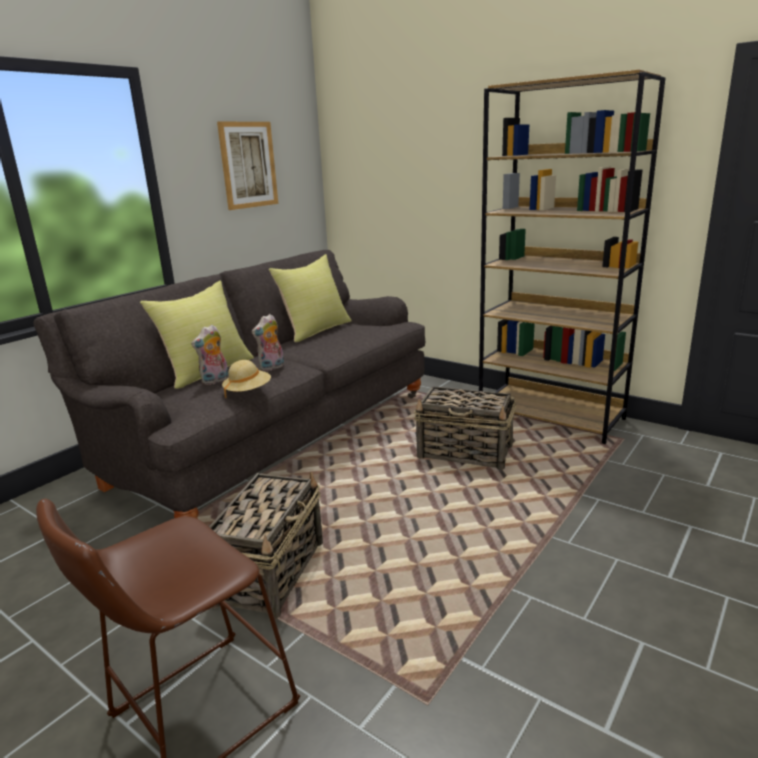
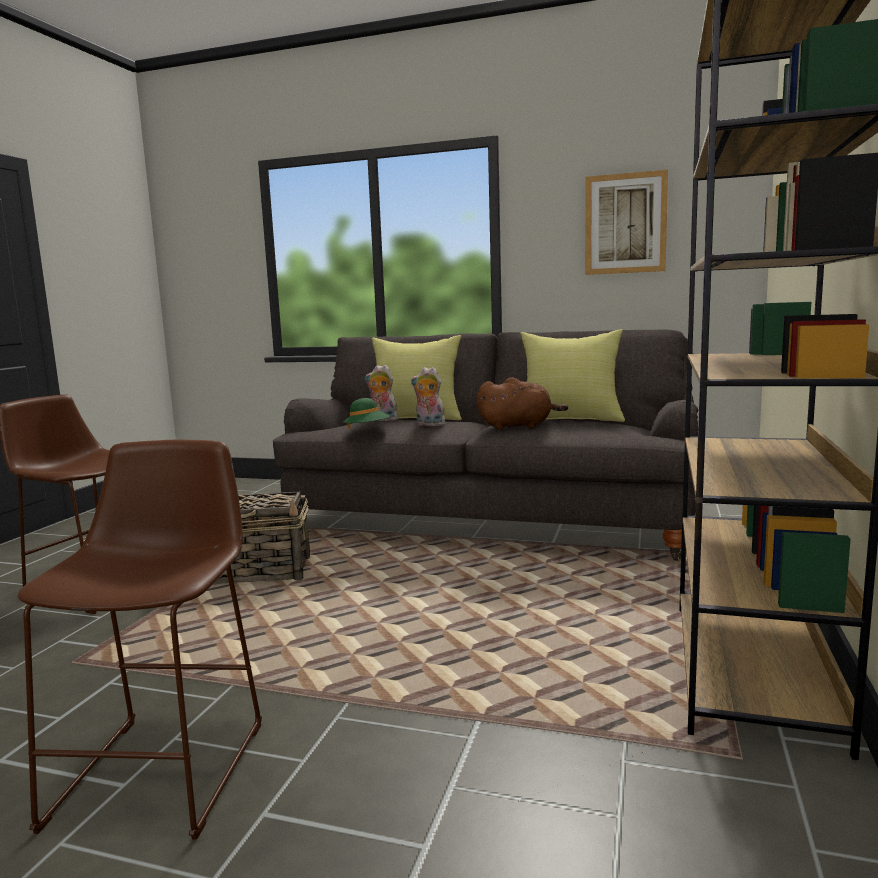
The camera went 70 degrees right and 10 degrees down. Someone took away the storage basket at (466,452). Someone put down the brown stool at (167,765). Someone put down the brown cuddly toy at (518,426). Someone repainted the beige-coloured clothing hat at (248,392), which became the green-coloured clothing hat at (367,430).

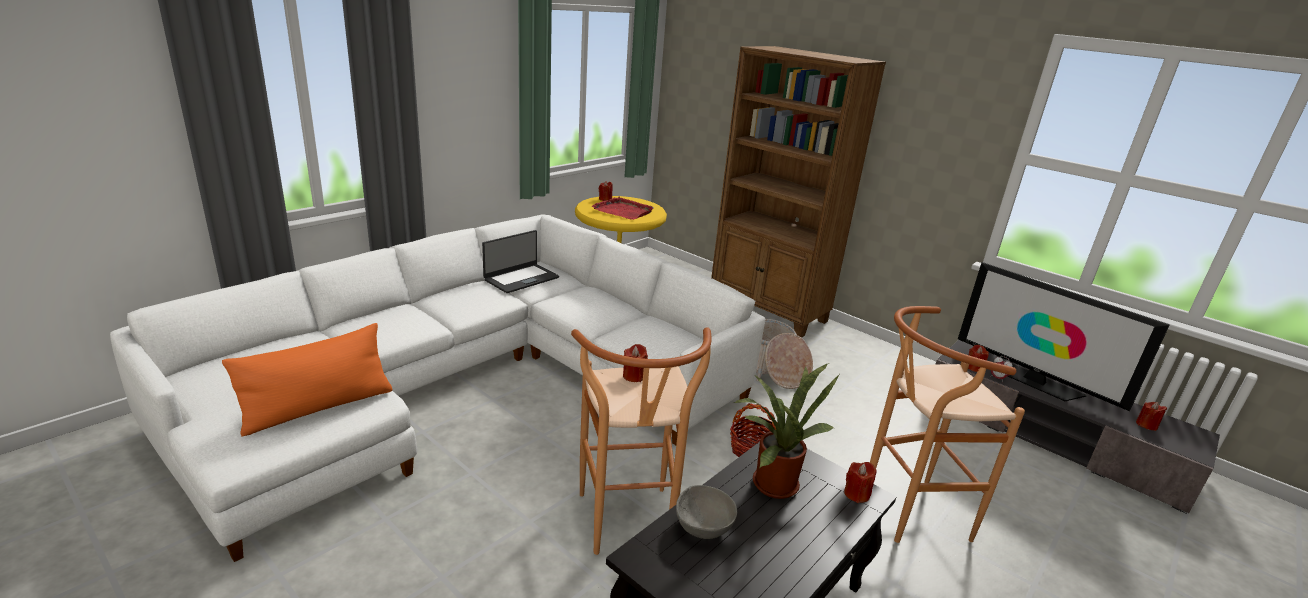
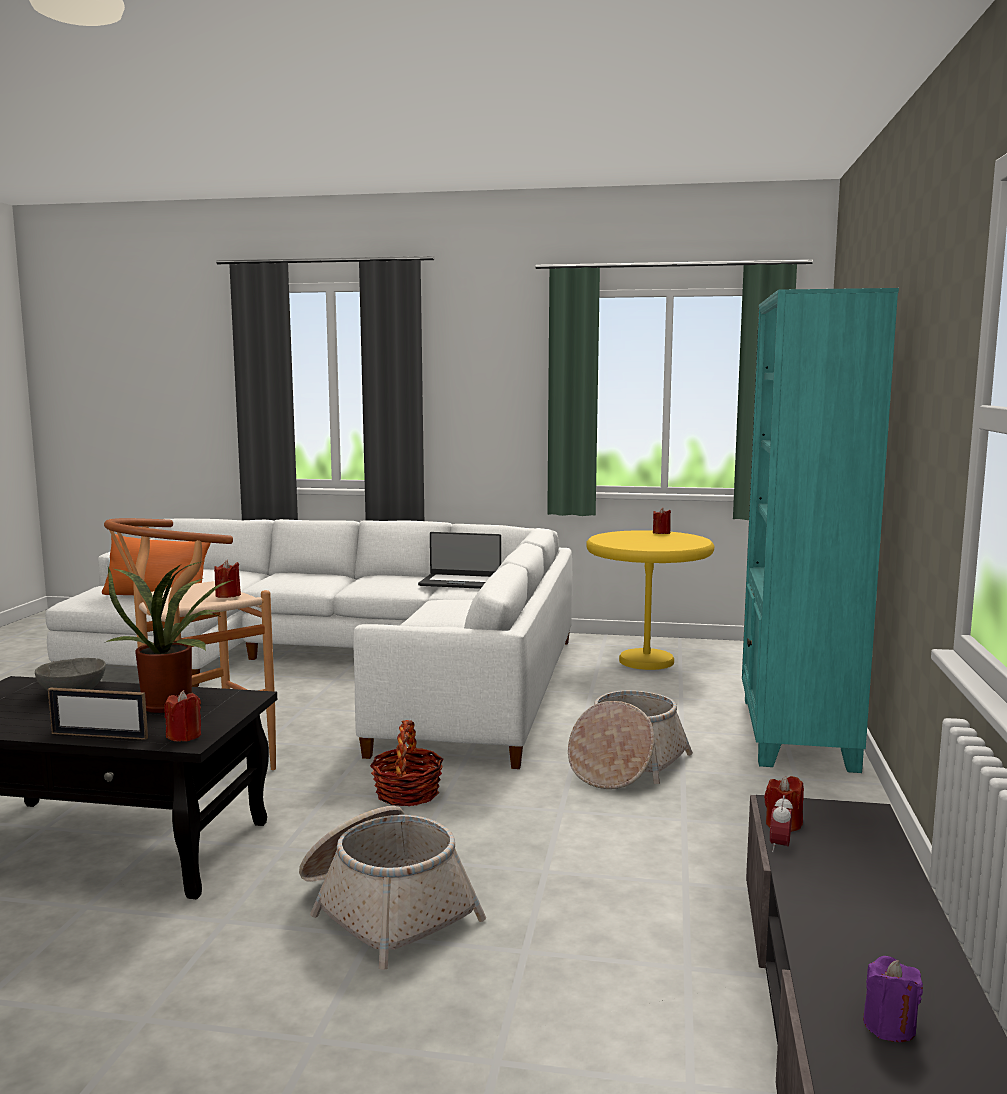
The camera went 60 degrees right and 15 degrees down. Someone took away the red carrying tray at (623,211). Someone took away the television at (1034,381). Someone put down the photo frame at (99,735). Someone swapped the brown stool at (904,514) for the storage basket at (384,908). Someone repainted the brown shelving unit at (768,311), which became the turquoise shelving unit at (795,733). Someone repainted the red candle at (1146,425), which became the purplish candle at (889,1026).

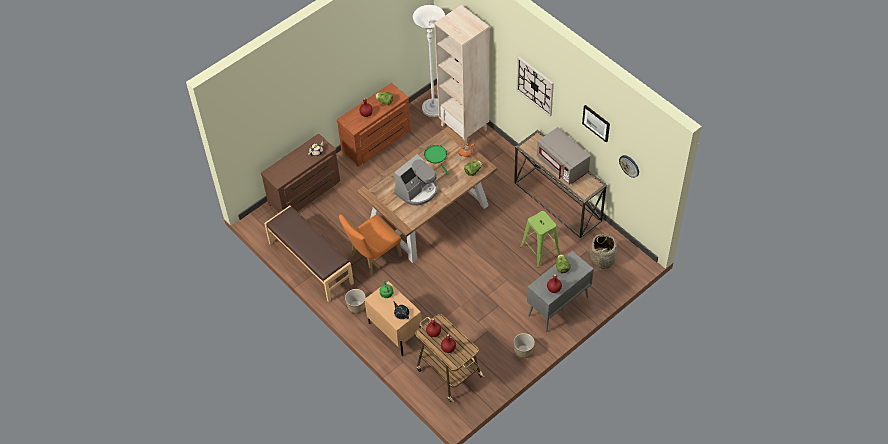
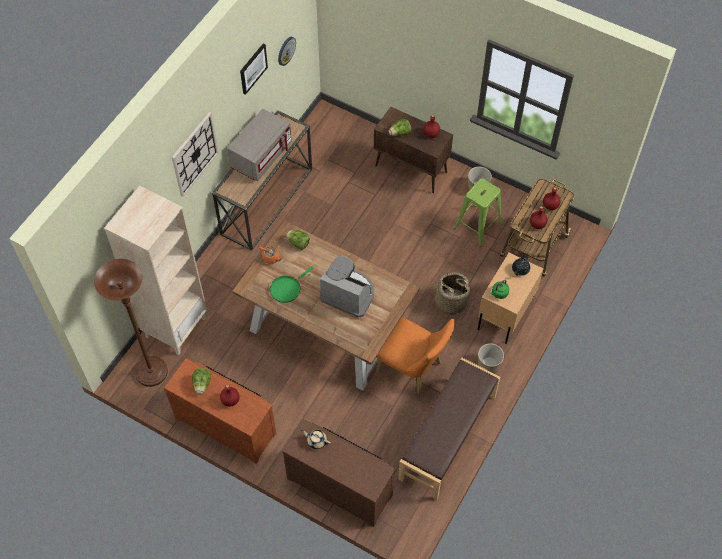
The camera went 110 degrees left and 5 degrees up. Someone carried the green-coloured stool from (540,250) to (477,226). Someone carried the storage basket from (602,258) to (450,302). Someone repainted the white floor lamp at (433,109), which became the brown floor lamp at (151,372). Someone repainted the gray storage cabinet at (557,307), which became the brown storage cabinet at (411,169).

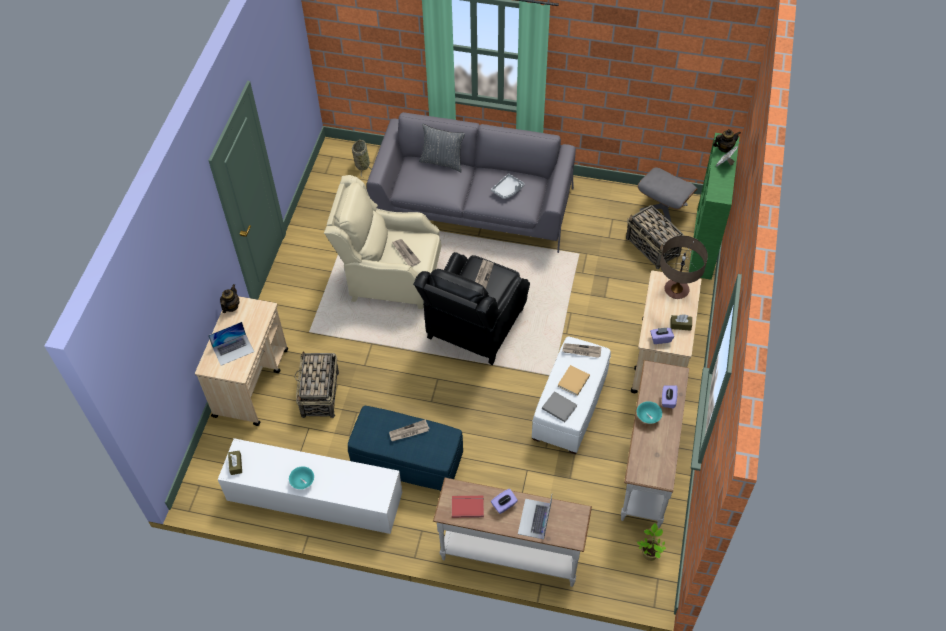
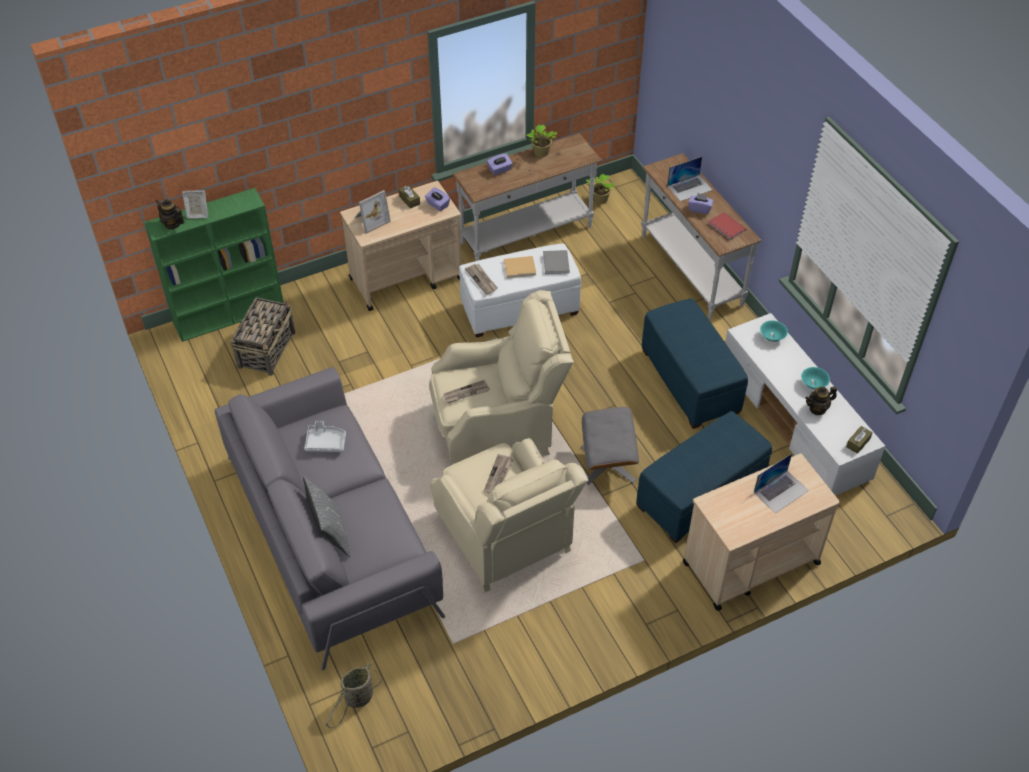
The camera went 130 degrees left and 5 degrees down. Someone took away the daily paper at (409,432). Someone put down the houseplant at (540,153). Someone carried the tea pot from (231,306) to (817,409). Someone carried the turquoise deep dish from (648,417) to (772,337). Someone carried the gray ottoman from (663,207) to (608,463). Someone swapped the storage basket at (320,395) for the blue-coloured ottoman at (700,494). Someone swapped the lamp for a table at (676,290) for the photo frame at (370,220). Someone repainted the black lounge chair at (474,326), which became the beige-coloured lounge chair at (498,427). Someone rotated the notebook computer at (233,349) by 120 degrees clockwise.

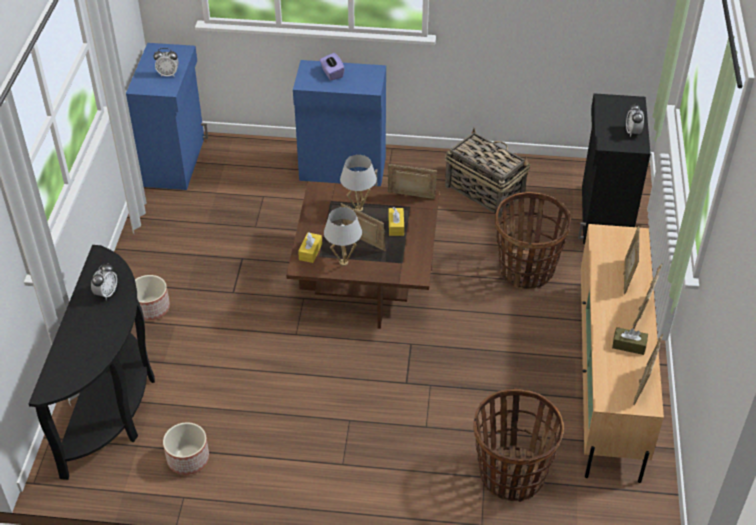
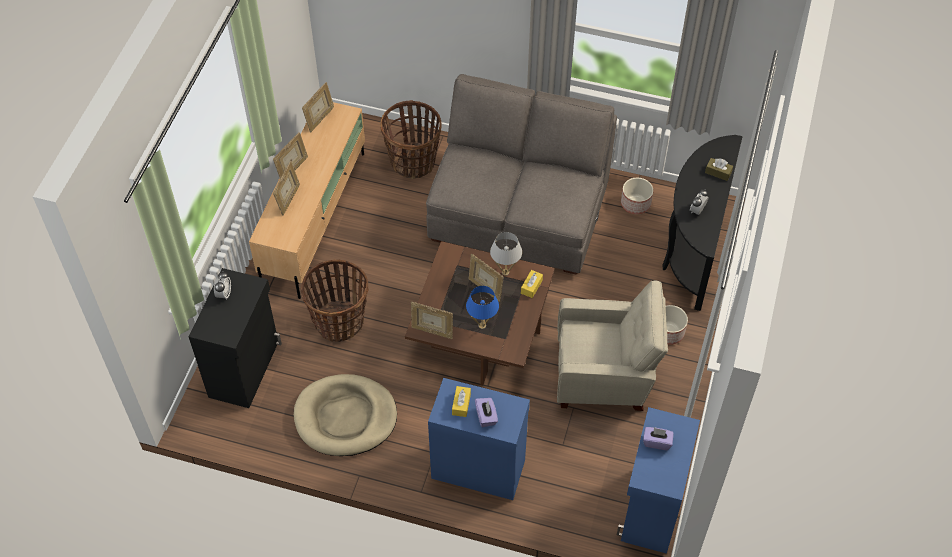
The camera went 170 degrees left and 10 degrees up. Someone put down the gray sofa at (518,214). Someone put down the beige-coloured lounge chair at (605,376). Someone carried the yellowish box of tissues from (396,226) to (461,404). Someone carried the brown box of tissues from (629,345) to (718,172). Someone swapped the table clock at (168,74) for the purplish box of tissues at (657,442). Someone swapped the storage basket at (483,191) for the beige-coloured pet bed at (345,417). Someone repainted the white lamp for a table at (359,209), which became the blue-coloured lamp for a table at (482,325).

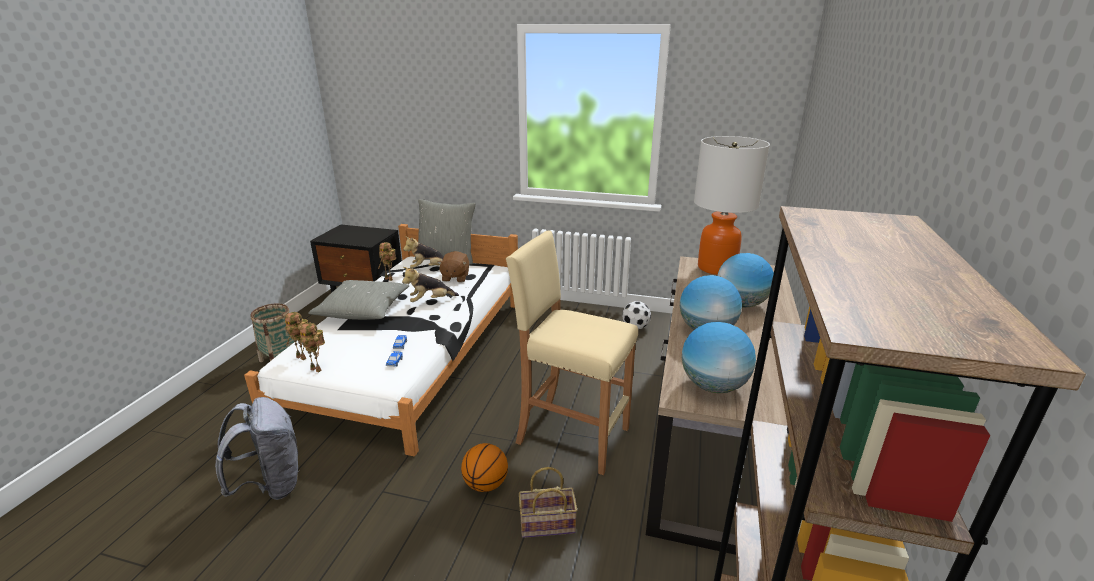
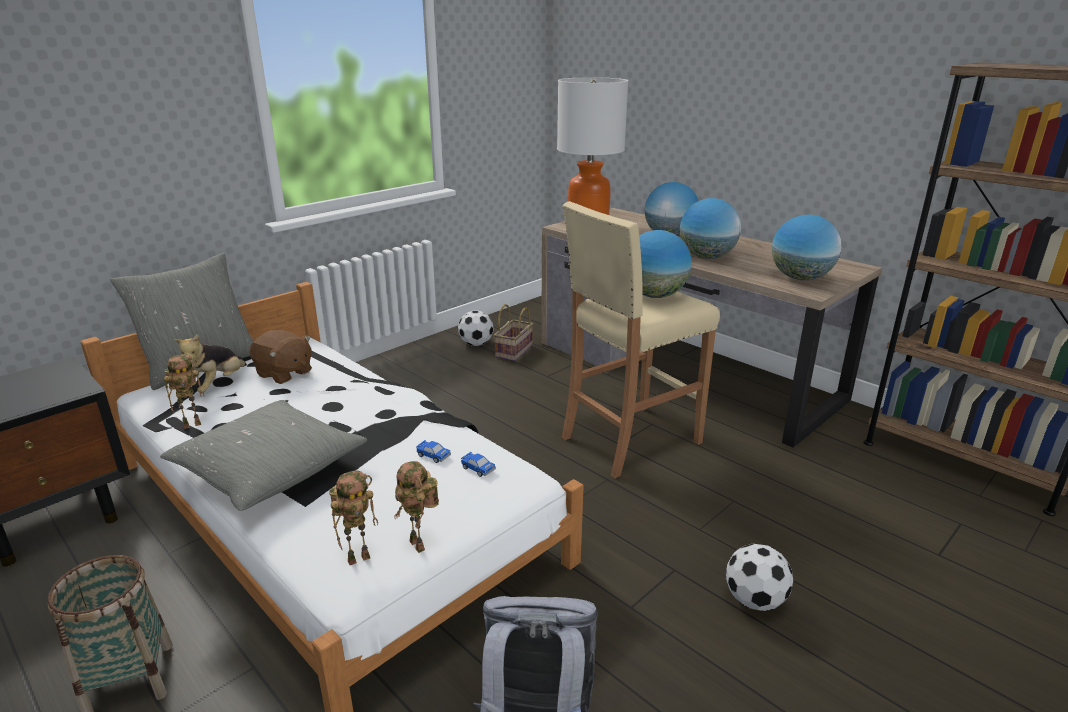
The camera went 60 degrees left and 0 degrees up. Someone took away the cuddly toy at (430,301). Someone took away the basketball ball at (485,484). Someone put down the globe at (654,295). Someone put down the football ball at (754,600). Someone carried the storage basket from (546,525) to (514,352). Someone rotated the model robot at (317,369) by 90 degrees clockwise.

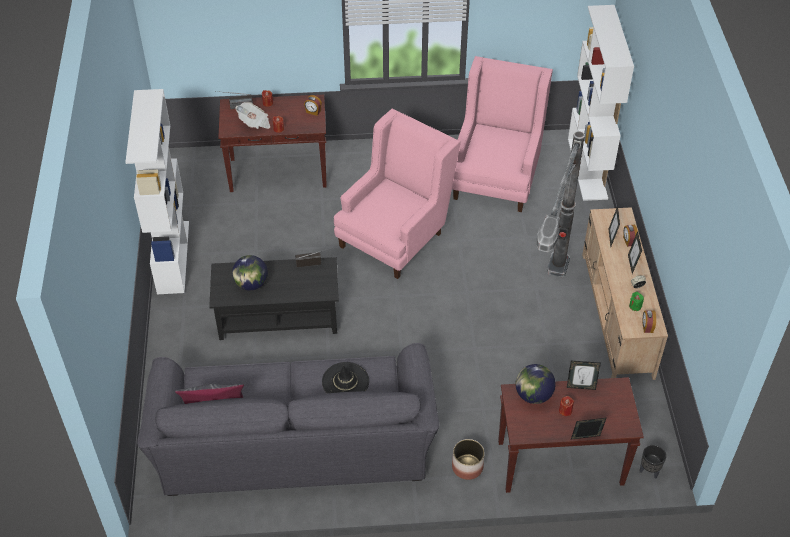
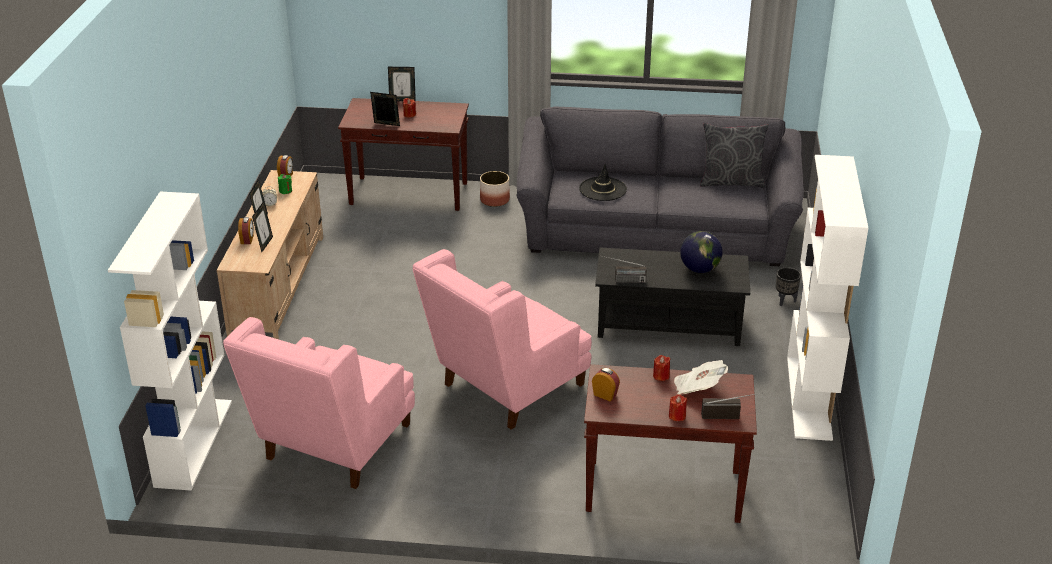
The camera went 170 degrees left and 15 degrees down. Someone took away the globe at (533,395). Someone took away the floor lamp at (543,317). Someone carried the black plant pot from (649,471) to (785,301).

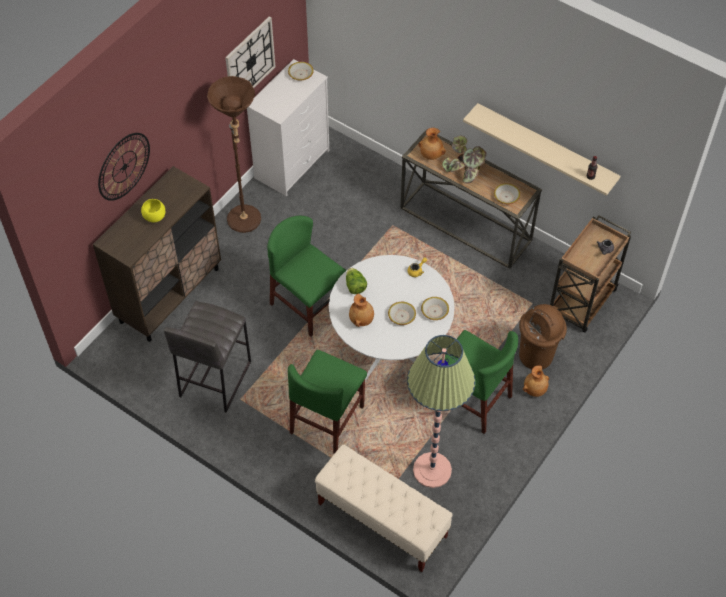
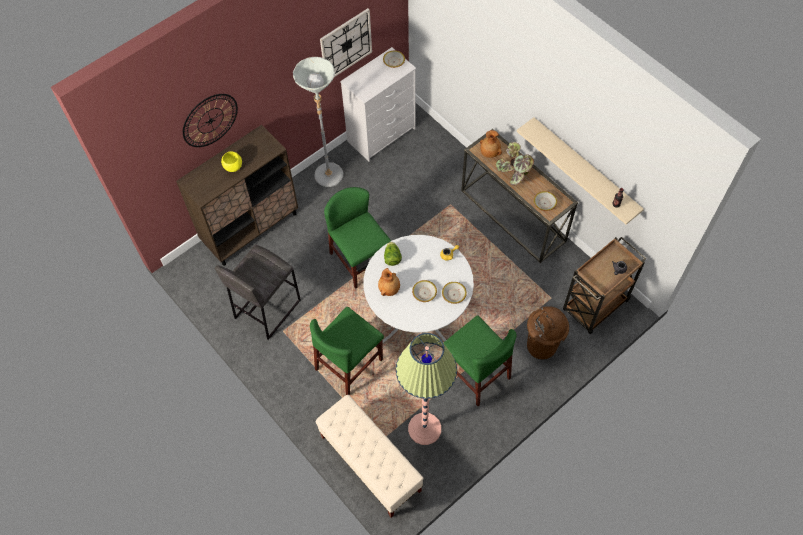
The camera went 15 degrees right and 5 degrees up. Someone took away the brown vase at (535,390). Someone repainted the brown floor lamp at (246,225), which became the gray floor lamp at (329,180).

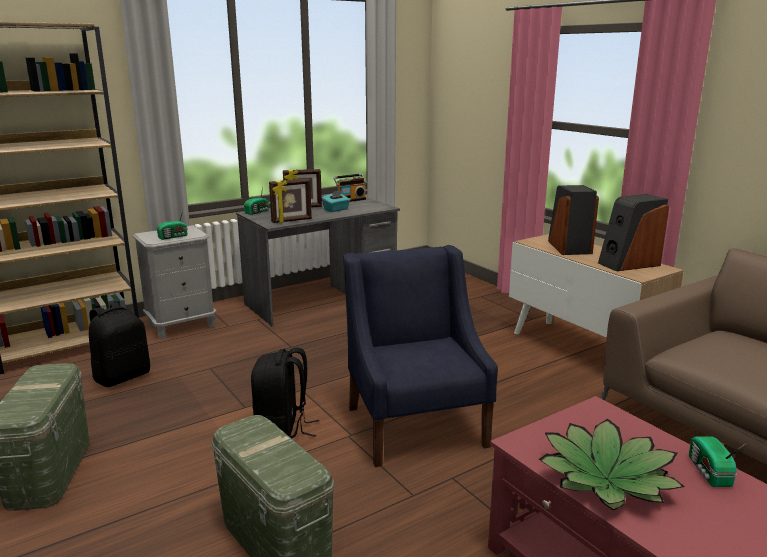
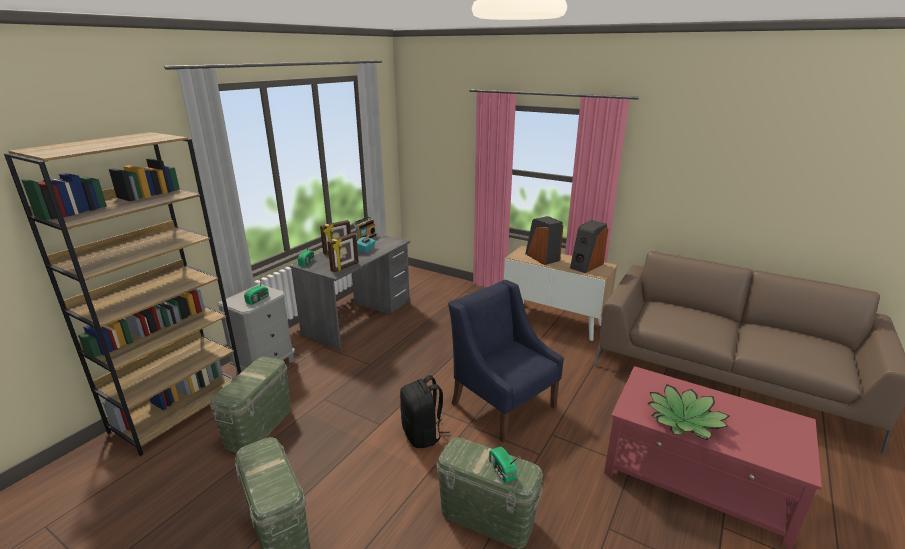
The camera went 25 degrees left and 5 degrees up. Someone carried the radio set from (708,472) to (502,471). Someone swapped the black backpack at (122,376) for the green-coloured storage bin at (259,426).

